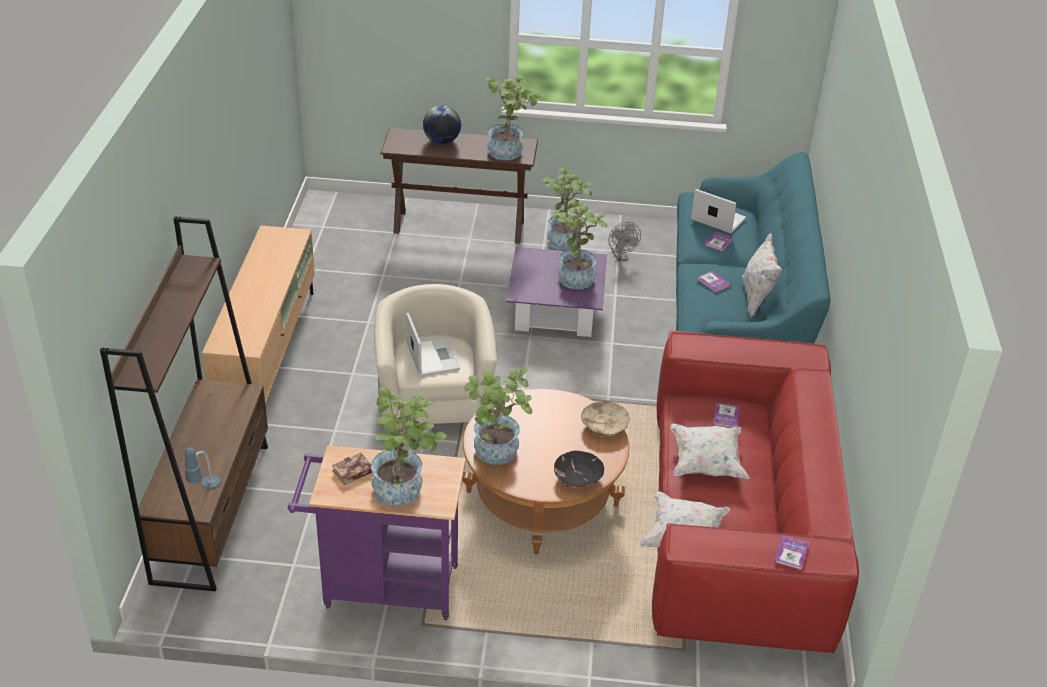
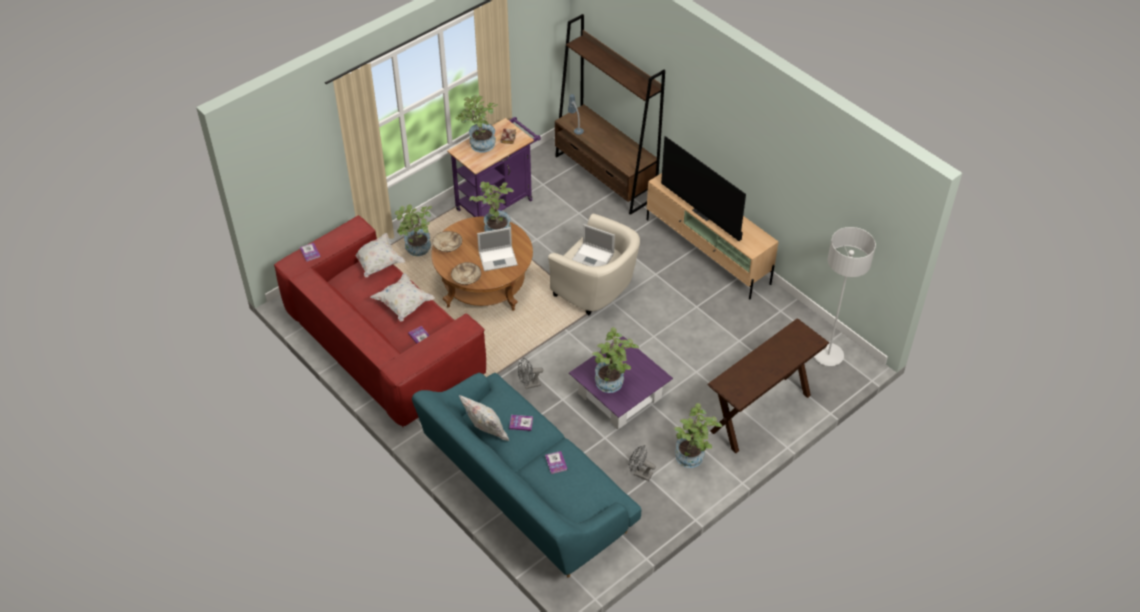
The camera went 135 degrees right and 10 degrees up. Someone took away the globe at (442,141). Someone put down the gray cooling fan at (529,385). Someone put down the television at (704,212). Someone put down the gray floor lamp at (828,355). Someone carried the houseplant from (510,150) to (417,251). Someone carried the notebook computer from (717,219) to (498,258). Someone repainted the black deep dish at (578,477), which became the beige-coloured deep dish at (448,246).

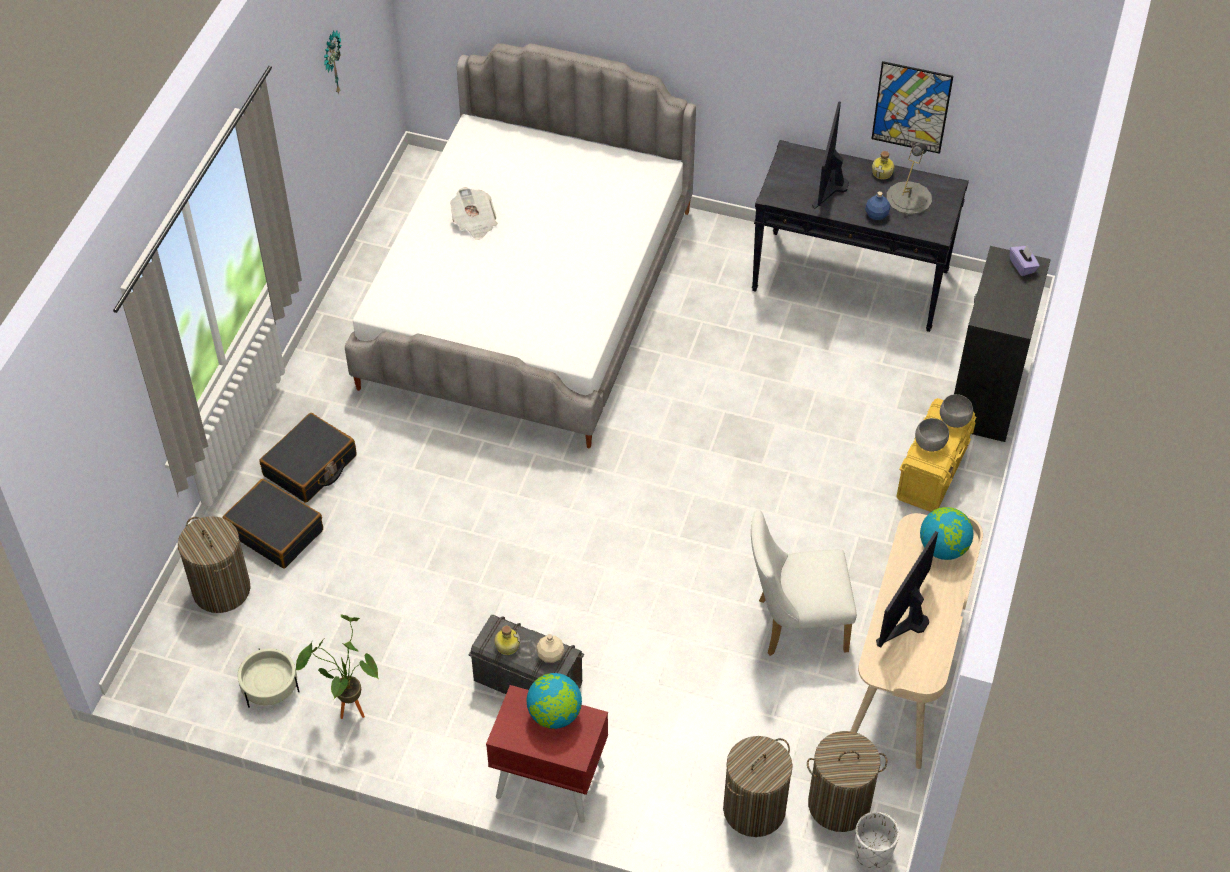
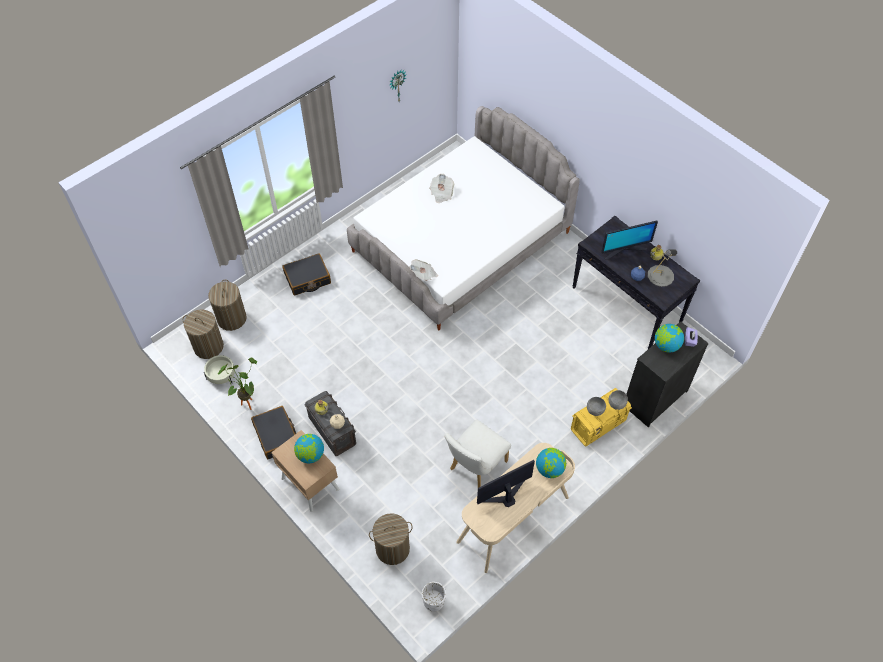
The camera went 30 degrees right and 5 degrees up. Someone took away the wall picture at (911,107). Someone put down the daily paper at (424,274). Someone put down the globe at (666,345). Someone carried the black piece of luggage from (275,531) to (276,436). Someone carried the hamper from (839,804) to (208,346). Someone repainted the red night table at (549,781), which became the beige-coloured night table at (309,483). Someone rotated the white chair at (794,624) by 75 degrees counterclockwise. Someone rotated the monitor at (830,184) by 150 degrees counterclockwise.

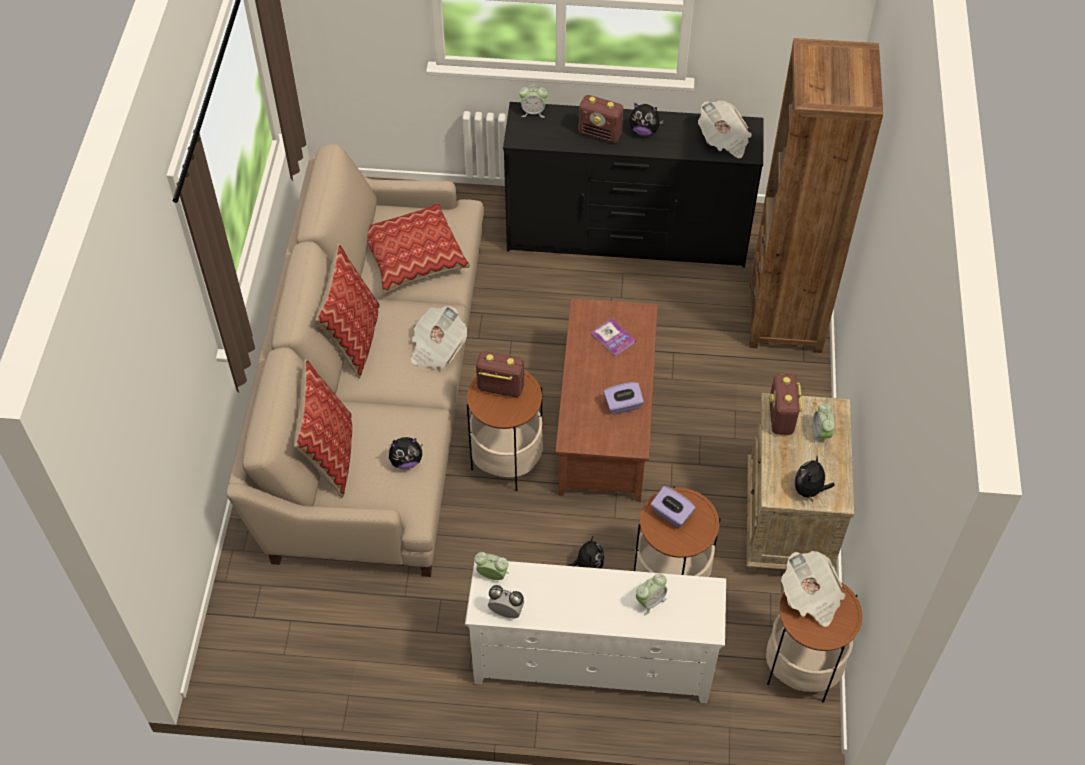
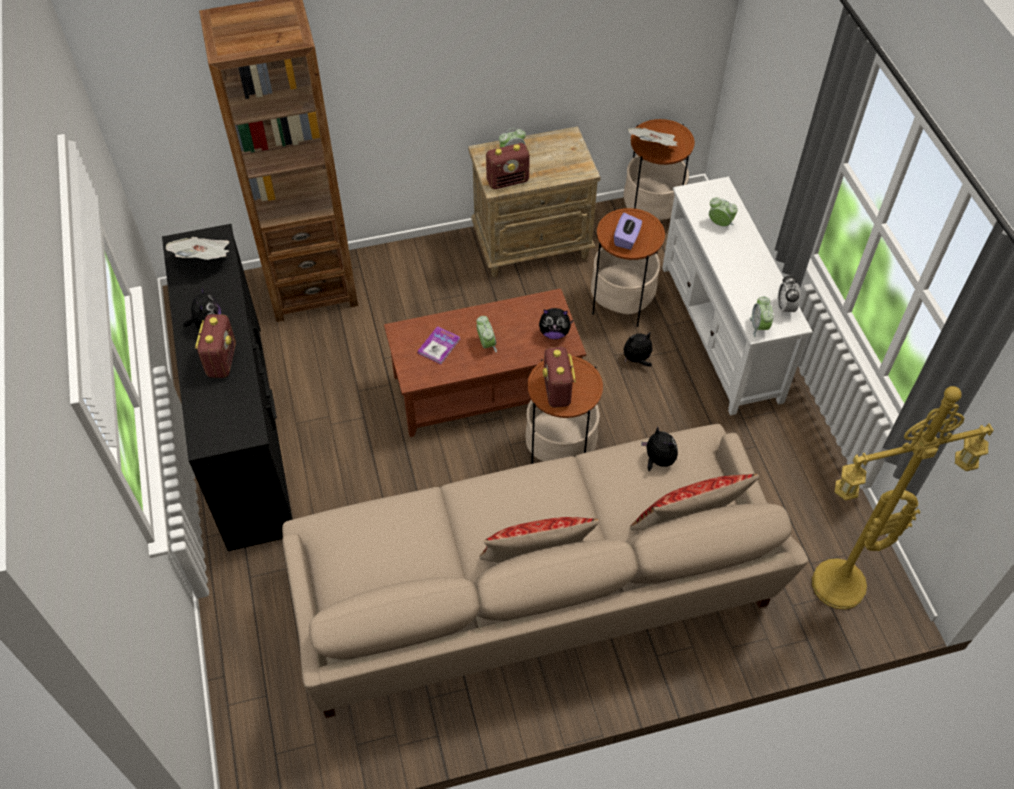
The camera went 110 degrees left and 0 degrees up. Someone took away the throw pillow at (412,256). Someone took away the daily paper at (437,348). Someone took away the purplish box of tissues at (623,405). Someone put down the yellowish floor lamp at (837,588). Someone carried the table clock from (533,112) to (486,344). Someone carried the cuddly toy from (809,490) to (554,333).

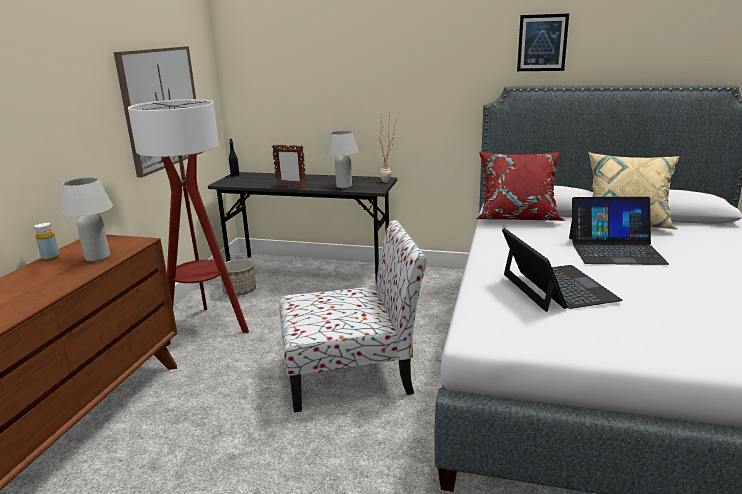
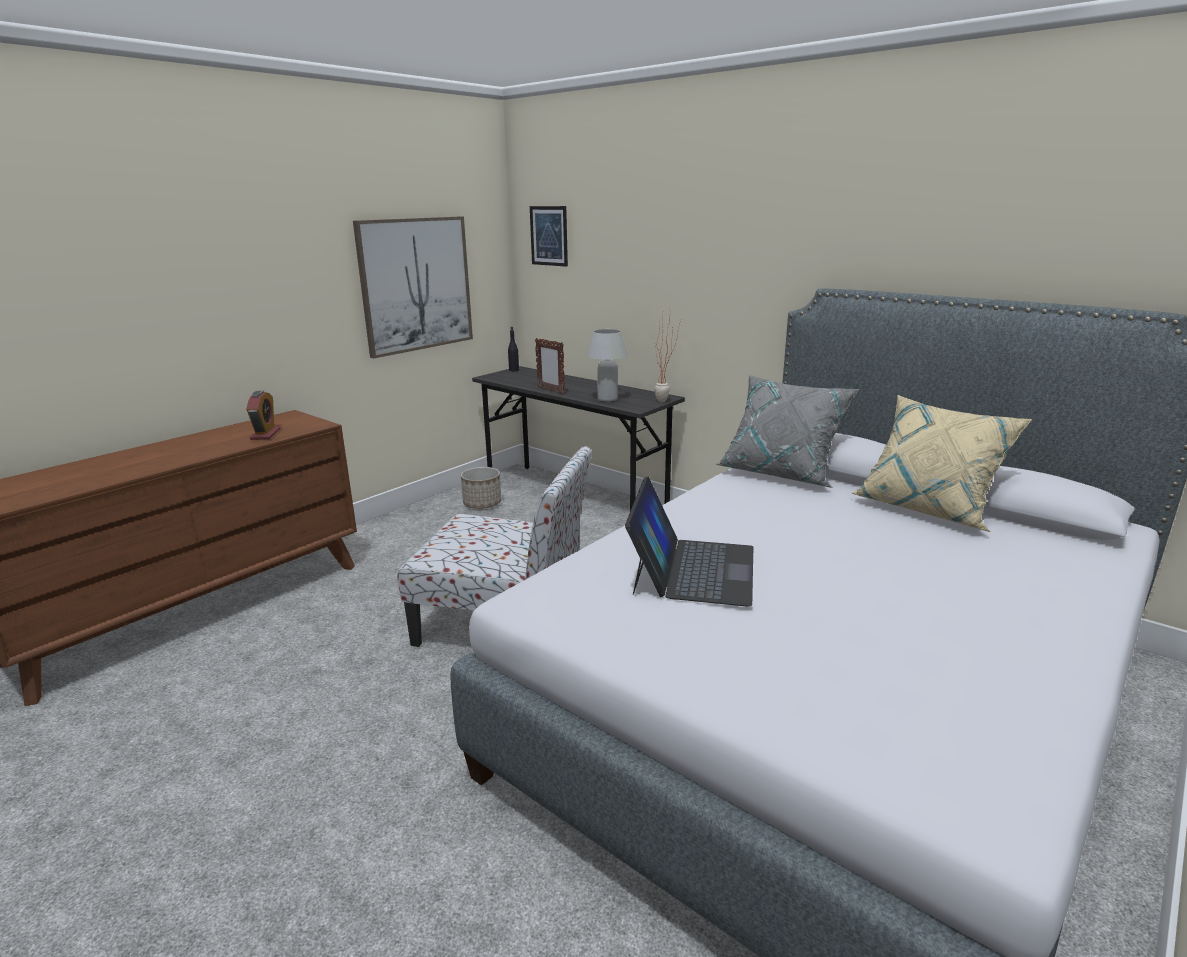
The camera went 25 degrees right and 0 degrees up. Someone took away the yellowish drink bottle at (50,258). Someone took away the floor lamp at (206,328). Someone took away the notebook computer at (615,250). Someone carried the wall picture from (542,43) to (549,236). Someone swapped the white lamp for a table at (97,258) for the table clock at (265,434). Someone repainted the red throw pillow at (517,217), which became the gray throw pillow at (781,472).

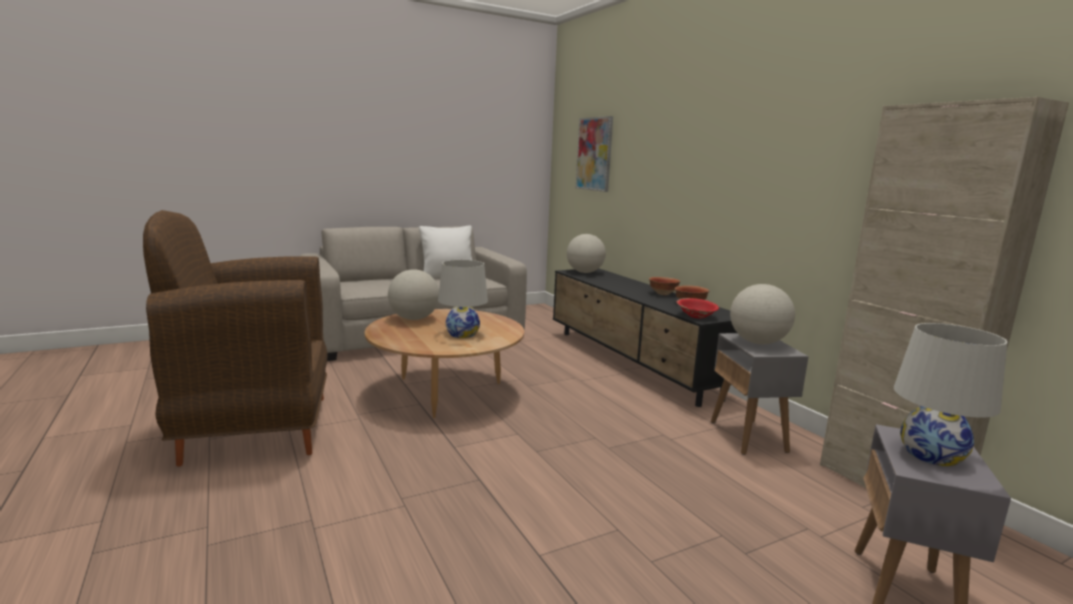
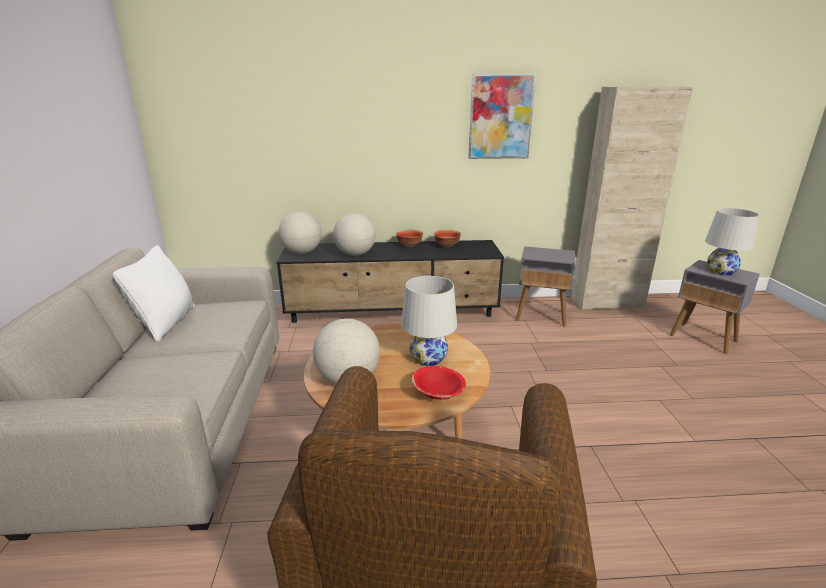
The camera went 65 degrees left and 10 degrees up. Someone carried the wall picture from (594,154) to (500,117). Someone carried the red deep dish from (696,316) to (438,394). Someone carried the globe from (758,342) to (355,254).

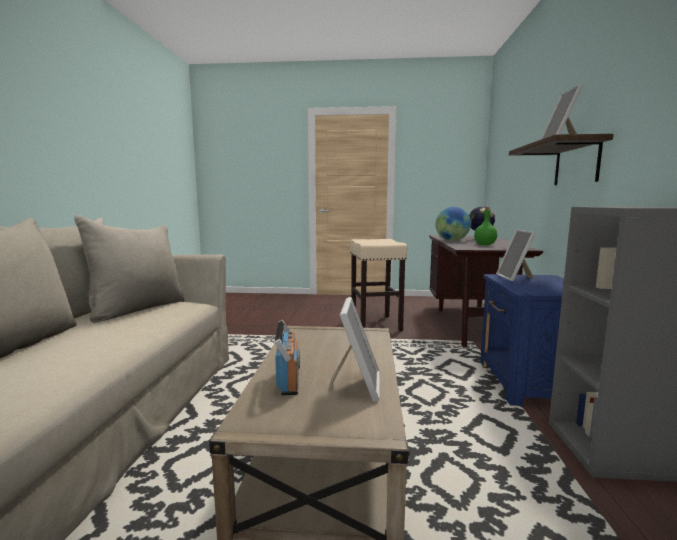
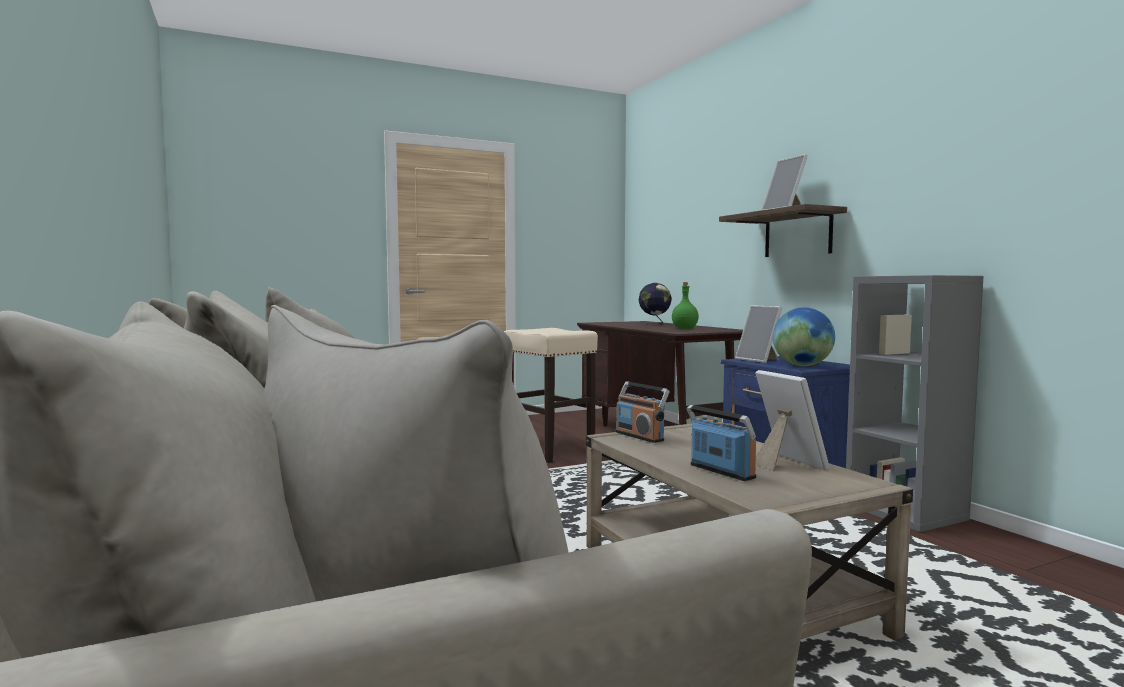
The camera went 30 degrees left and 5 degrees down. Someone put down the radio set at (640,436). Someone carried the globe from (451,241) to (802,366).

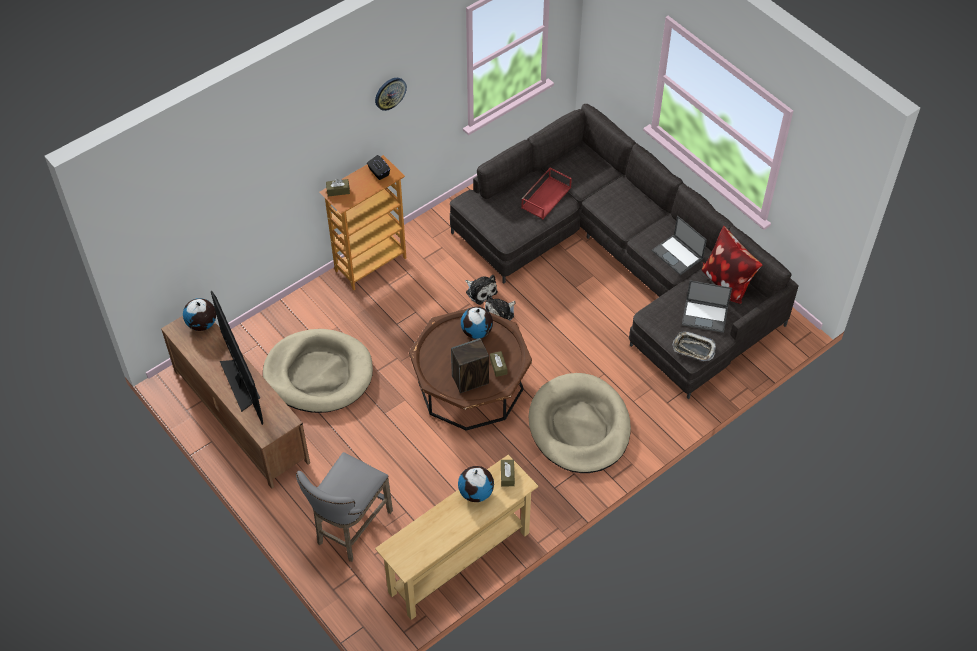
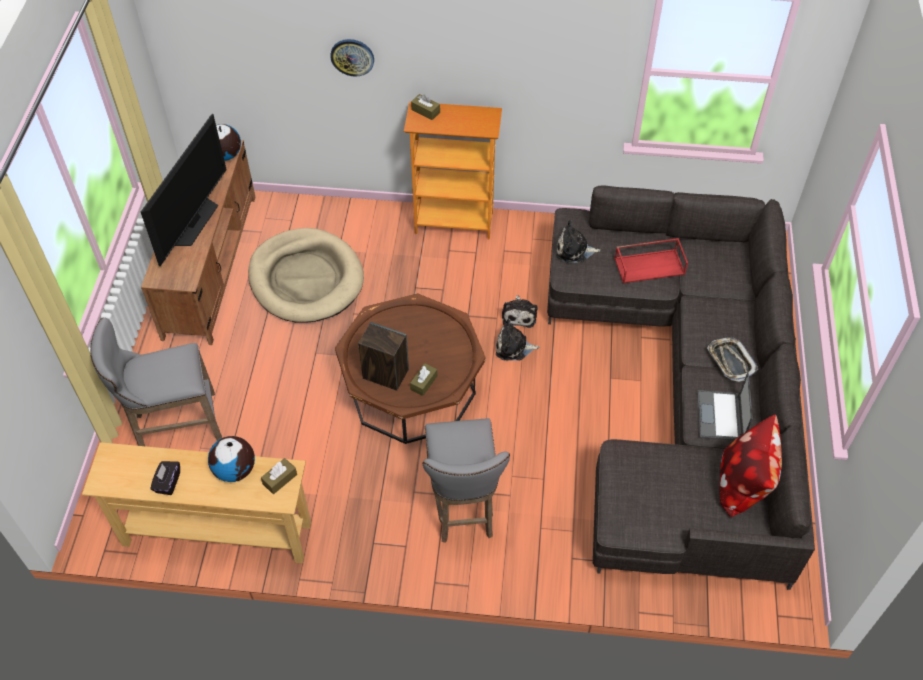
The camera went 45 degrees right and 0 degrees up. Someone took away the globe at (477,332). Someone took away the notebook computer at (705,315). Someone put down the cuddly toy at (574,250). Someone carried the black box of tissues from (378,172) to (168,483). Someone carried the clock on the wall from (390,93) to (352,57). Someone carried the carrying tray from (693,348) to (730,361). Someone swapped the beige-coloured pet bed at (579,426) for the gray stool at (462,507).

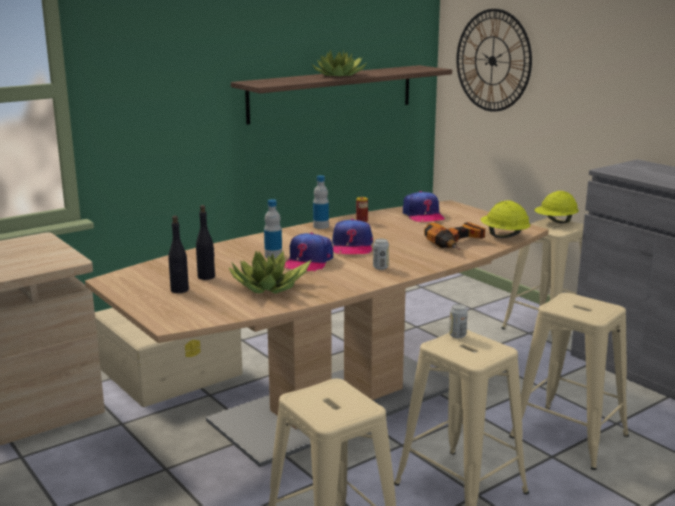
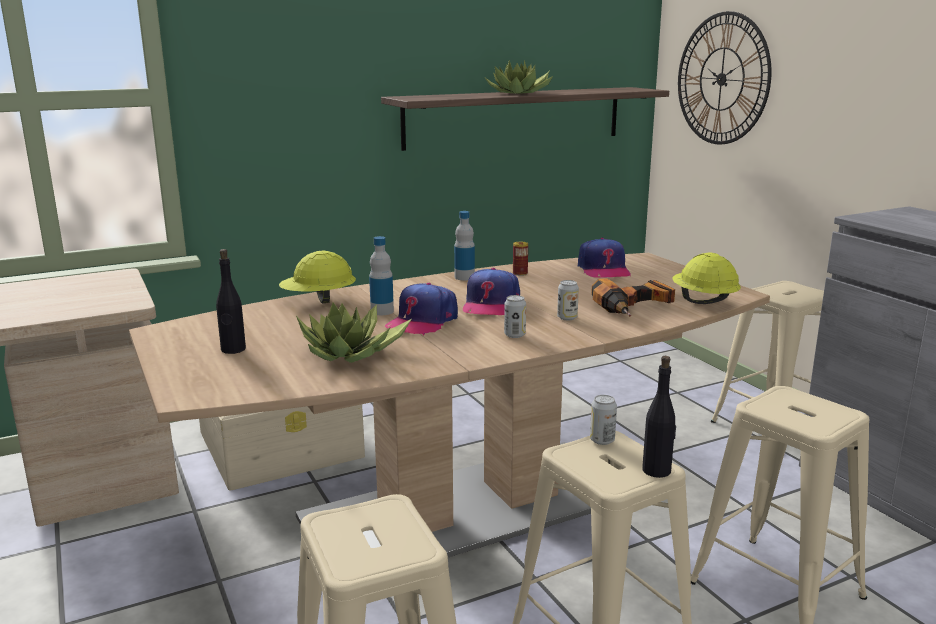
The camera went 10 degrees right and 0 degrees up. Someone put down the metal can at (567,318). Someone carried the black drink bottle from (206,277) to (657,470). Someone carried the yellowish safety helmet from (555,222) to (319,301).

